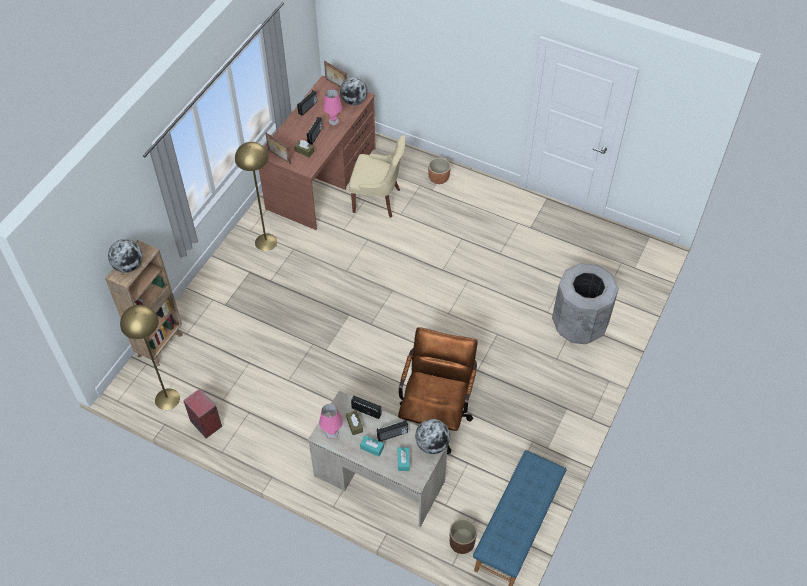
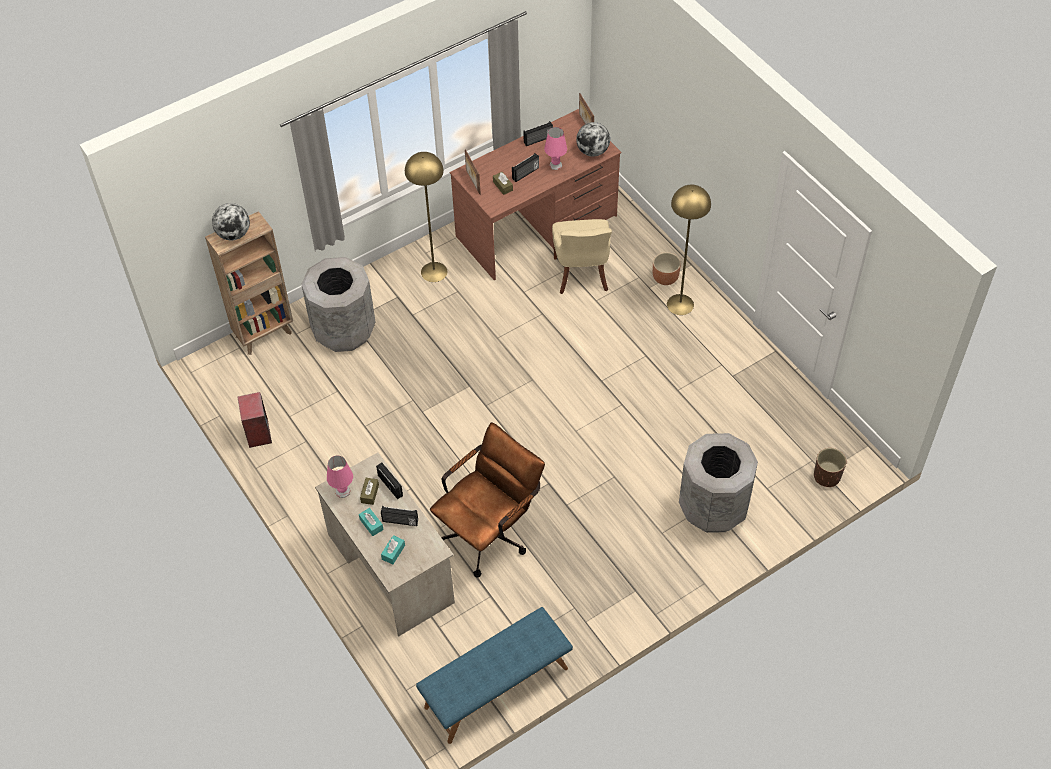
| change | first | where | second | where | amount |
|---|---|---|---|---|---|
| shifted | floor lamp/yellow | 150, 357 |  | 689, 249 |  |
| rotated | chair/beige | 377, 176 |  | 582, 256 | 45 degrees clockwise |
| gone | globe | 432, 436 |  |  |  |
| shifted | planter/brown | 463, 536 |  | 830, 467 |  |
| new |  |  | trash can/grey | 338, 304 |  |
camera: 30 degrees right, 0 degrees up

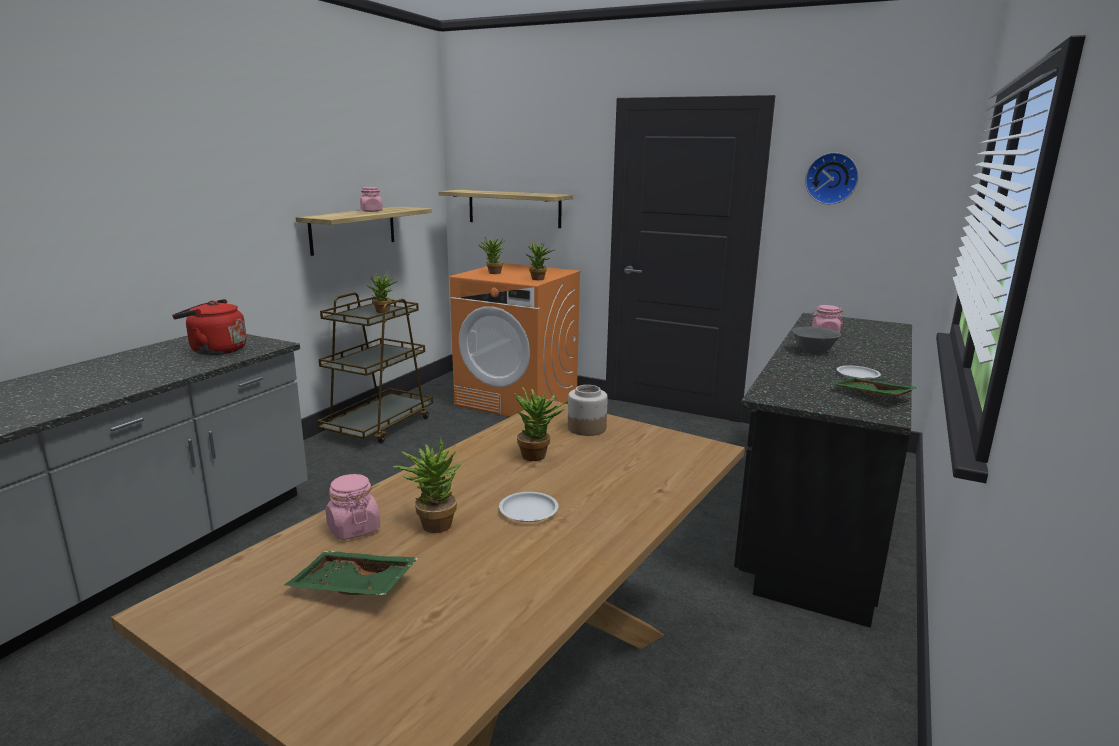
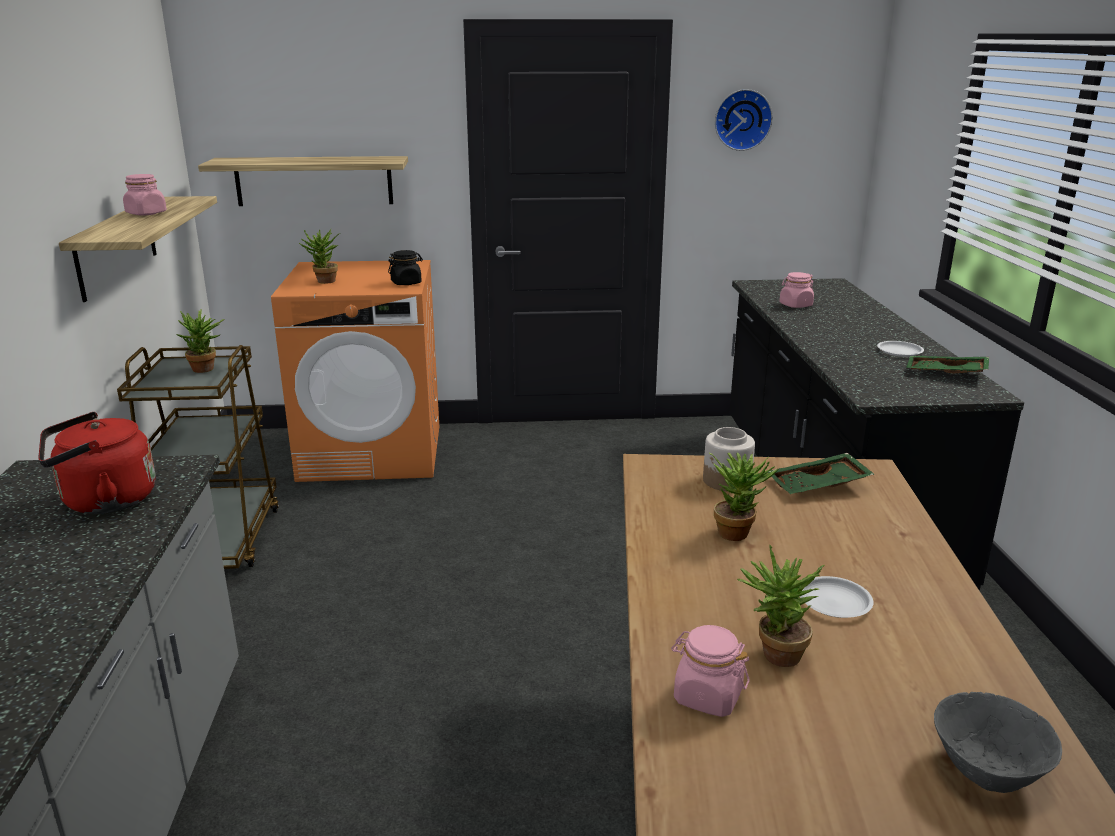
| change | first | where | second | where | amount |
|---|---|---|---|---|---|
| shifted | tray/green | 351, 573 |  | 820, 473 |  |
| swapped | potted plant | 540, 261 | jar/black | 405, 267 |  |
| shifted | bowl/grey | 816, 340 |  | 998, 742 |  |
camera: 30 degrees left, 5 degrees up

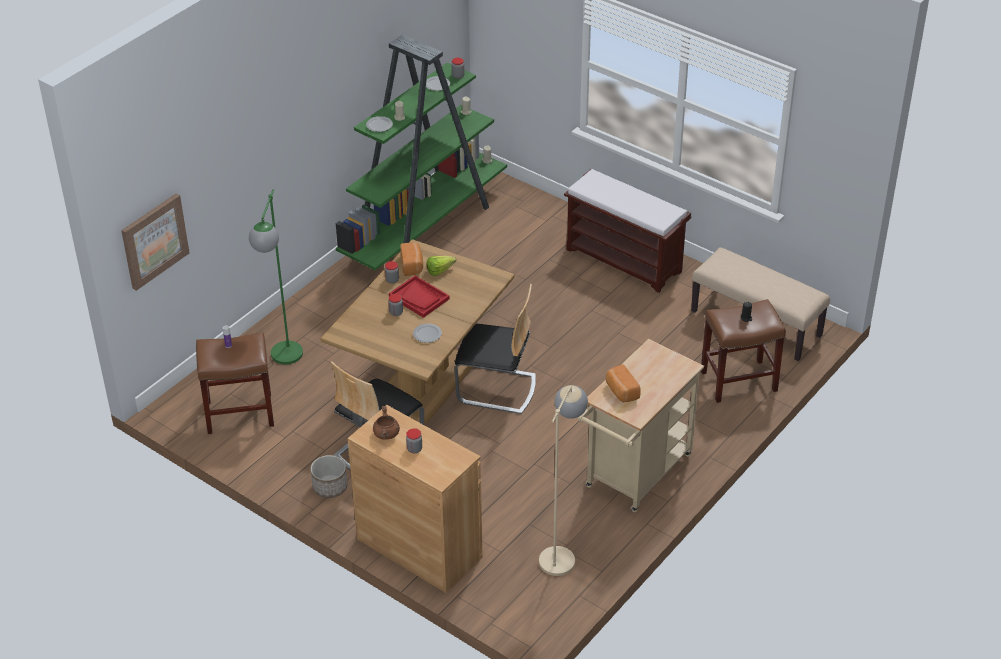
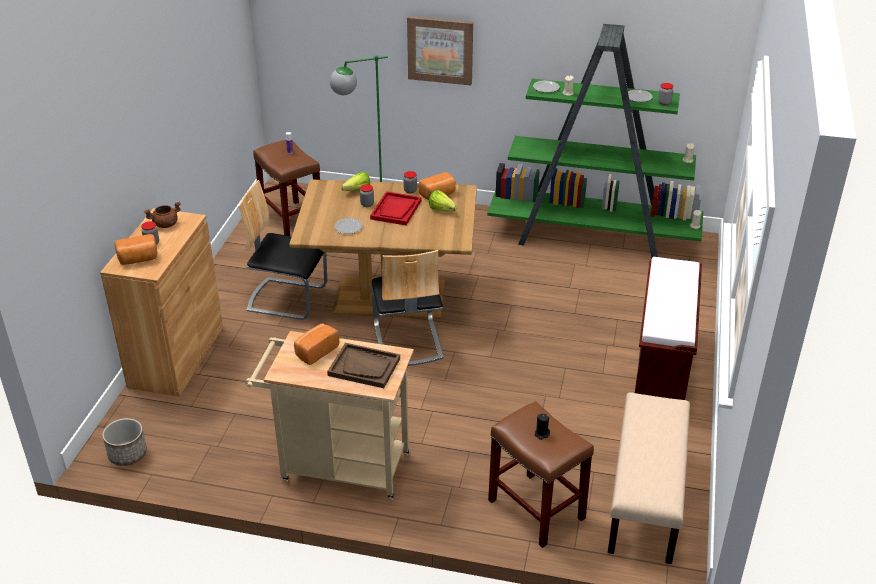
| change | first | where | second | where | amount |
|---|---|---|---|---|---|
| shifted | picture | 155, 242 |  | 440, 50 |  |
| shifted | planter | 329, 476 |  | 124, 442 |  |
| gone | floor lamp/beige | 563, 480 |  |  |  |
| new |  |  | bread | 136, 249 |  |
| new |  |  | tray/brown | 363, 365 |  |
| new |  |  | lettuce | 355, 181 |  |
camera: 65 degrees right, 5 degrees down

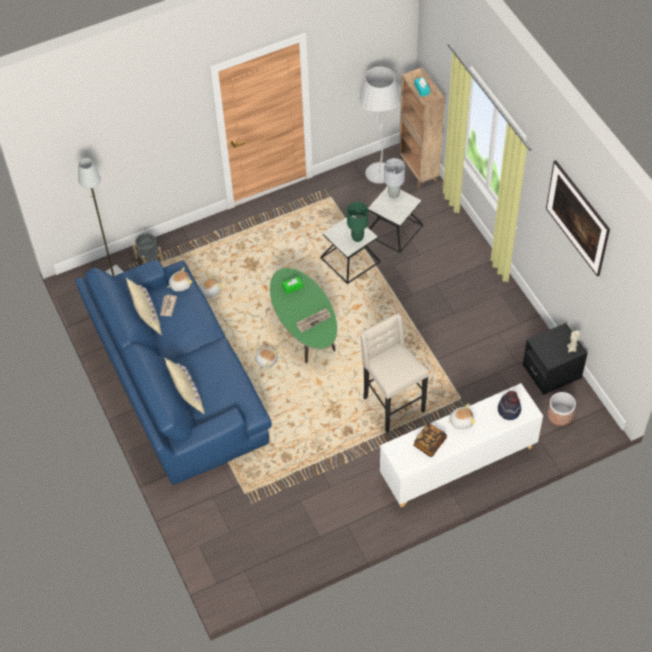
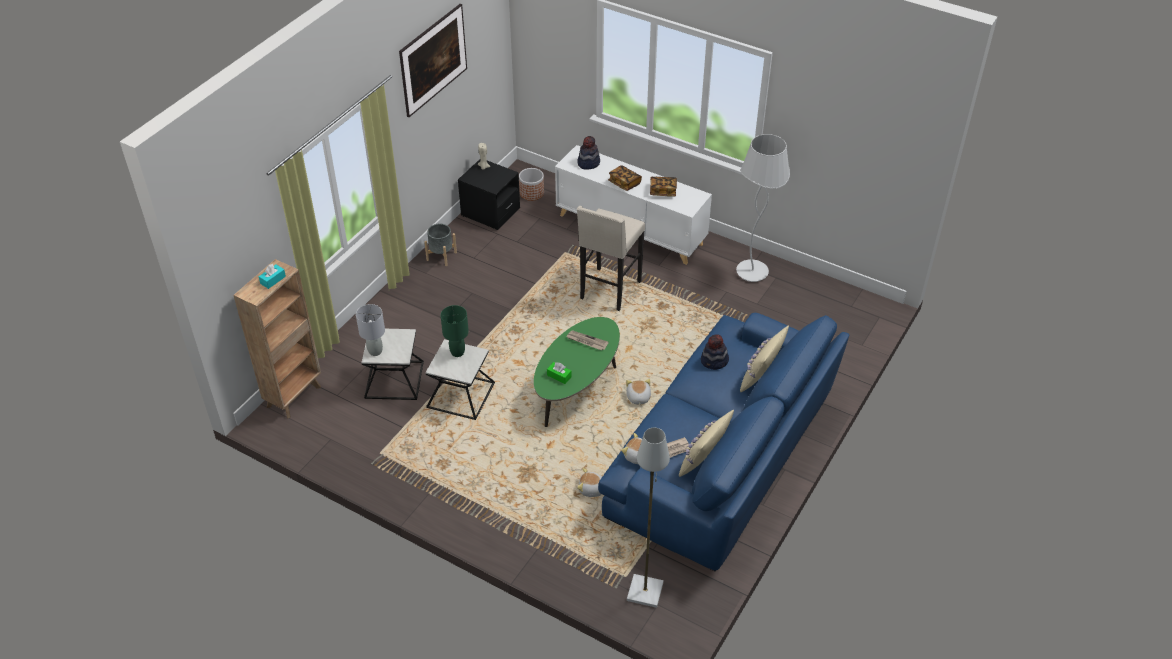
| change | first | where | second | where | amount |
|---|---|---|---|---|---|
| shifted | planter/grey | 147, 248 |  | 440, 245 |  |
| shifted | floor lamp/white | 380, 125 |  | 763, 208 |  |
| swapped | plush toy | 461, 416 | book | 625, 178 |  |
| new |  |  | hat | 715, 352 |  |
camera: 125 degrees left, 10 degrees down

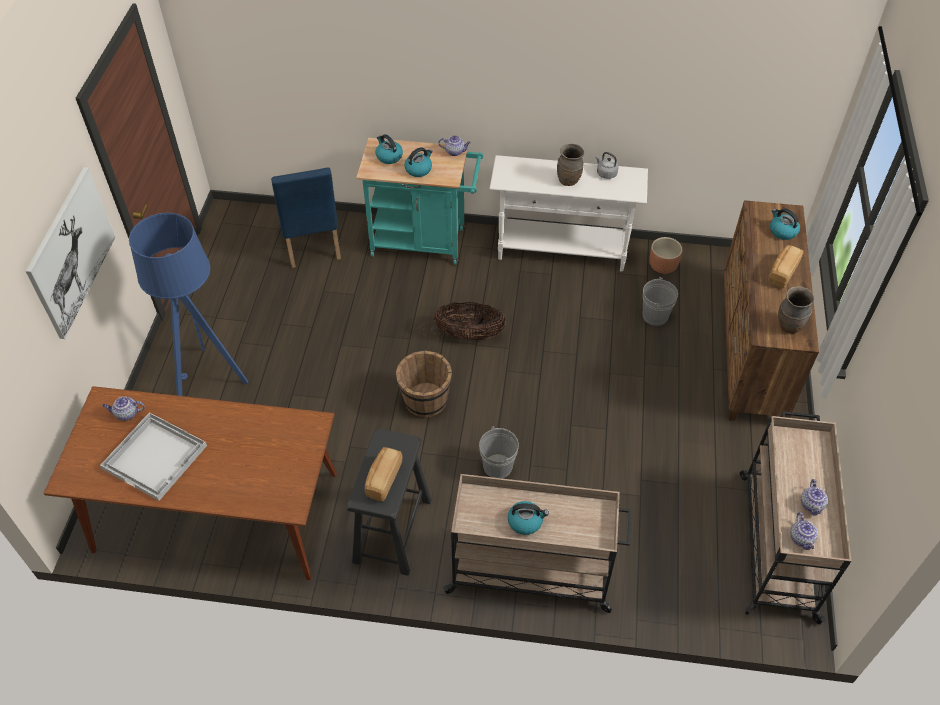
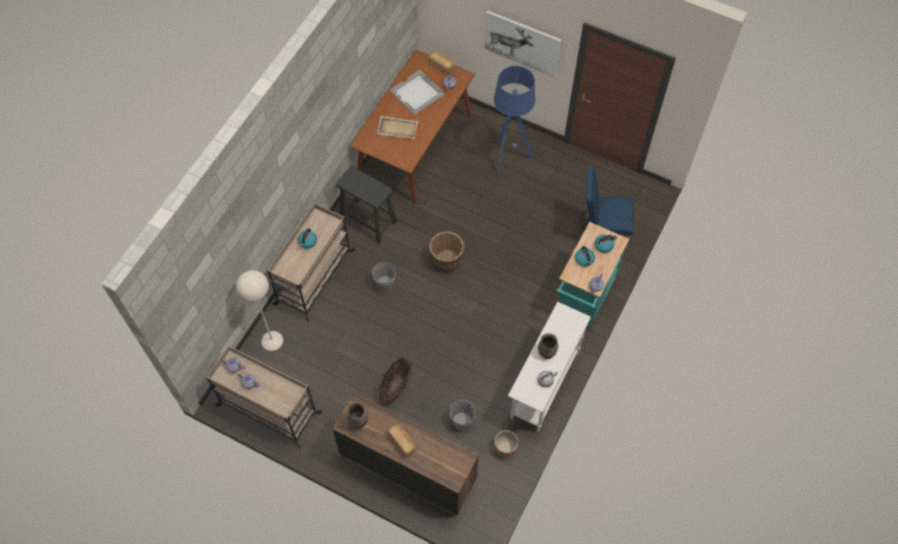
| change | first | where | second | where | amount |
|---|---|---|---|---|---|
| shifted | bread | 384, 474 |  | 442, 63 |  |
| shifted | basket | 470, 321 |  | 395, 380 |  |
| gone | kettle | 785, 224 |  |  |  |
| new |  |  | floor lamp/beige | 259, 310 |  |
| new |  |  | tray/beige | 397, 127 |  |
camera: 110 degrees right, 10 degrees up

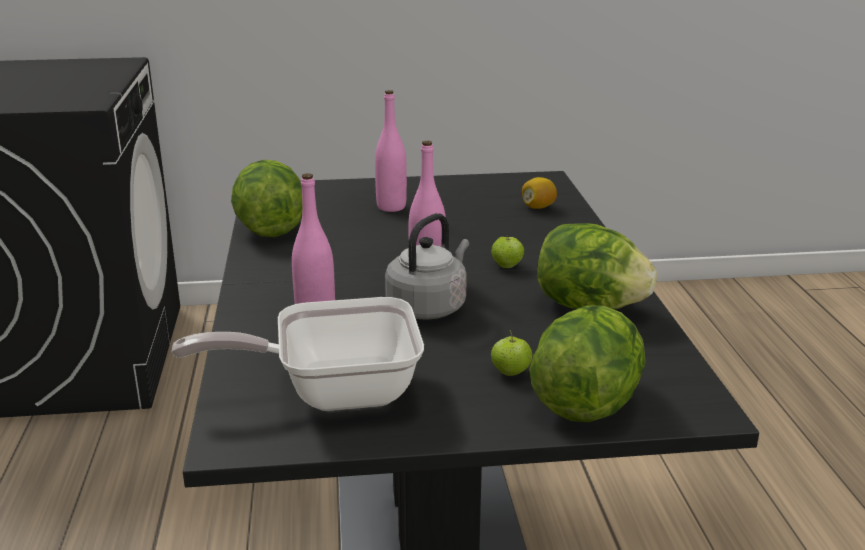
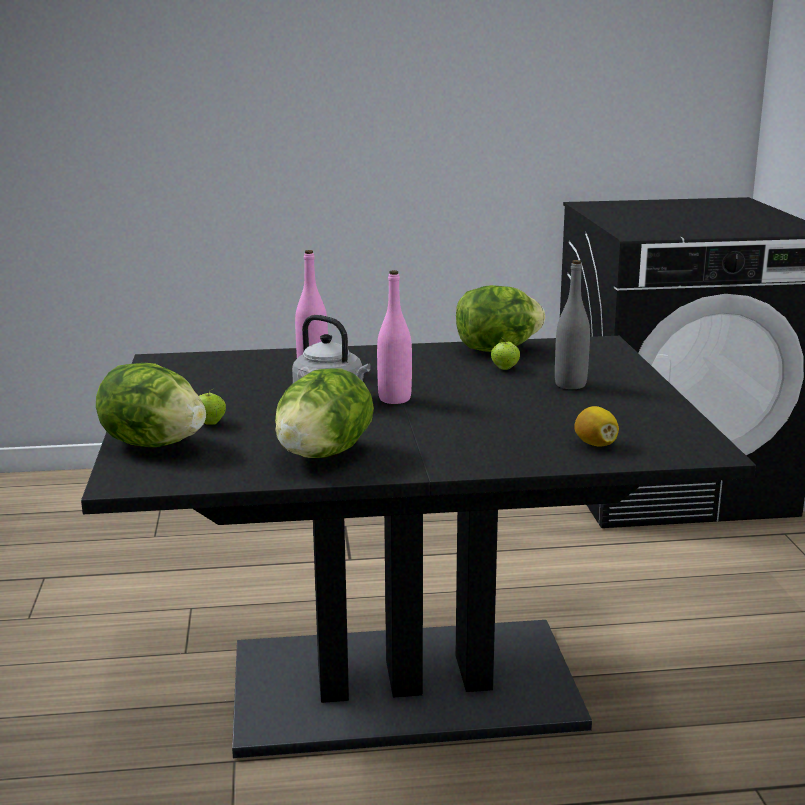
| change | first | where | second | where | amount |
|---|---|---|---|---|---|
| gone | frying pan | 298, 354 |  |  |  |
| repainted | bottle/pink | 391, 151 | bottle/grey | 572, 324 |  |
| shifted | apple | 507, 251 |  | 505, 354 |  |
camera: 90 degrees right, 5 degrees down

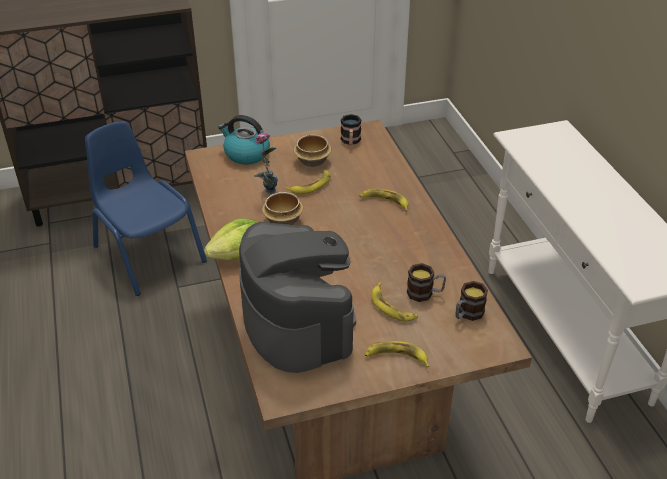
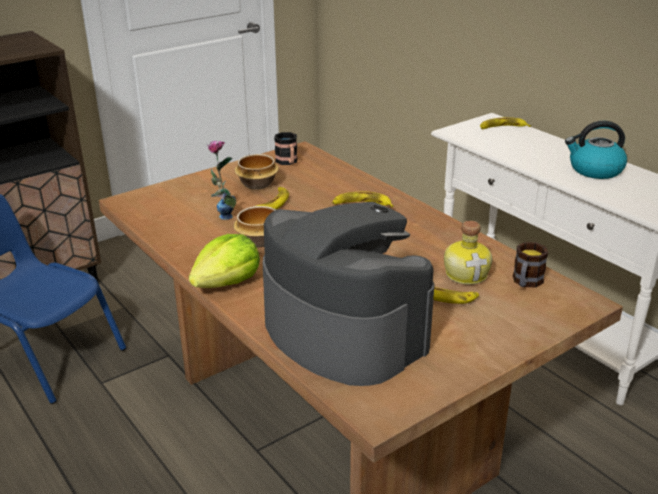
| change | first | where | second | where | amount |
|---|---|---|---|---|---|
| shifted | kettle | 244, 139 |  | 596, 150 |  |
| shifted | banana | 397, 354 |  | 505, 123 |  |
| swapped | mug | 426, 282 | bottle | 468, 253 |  |
camera: 20 degrees left, 10 degrees down

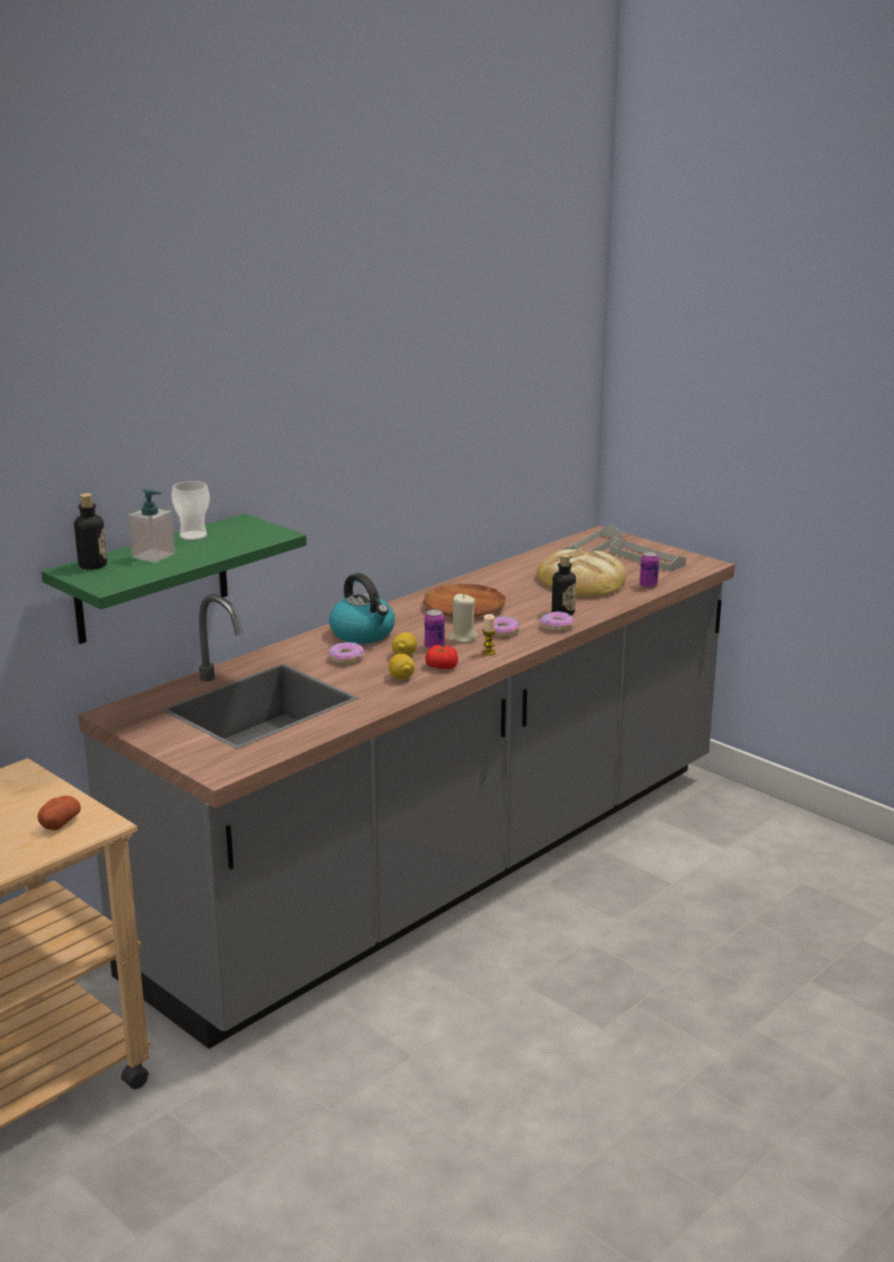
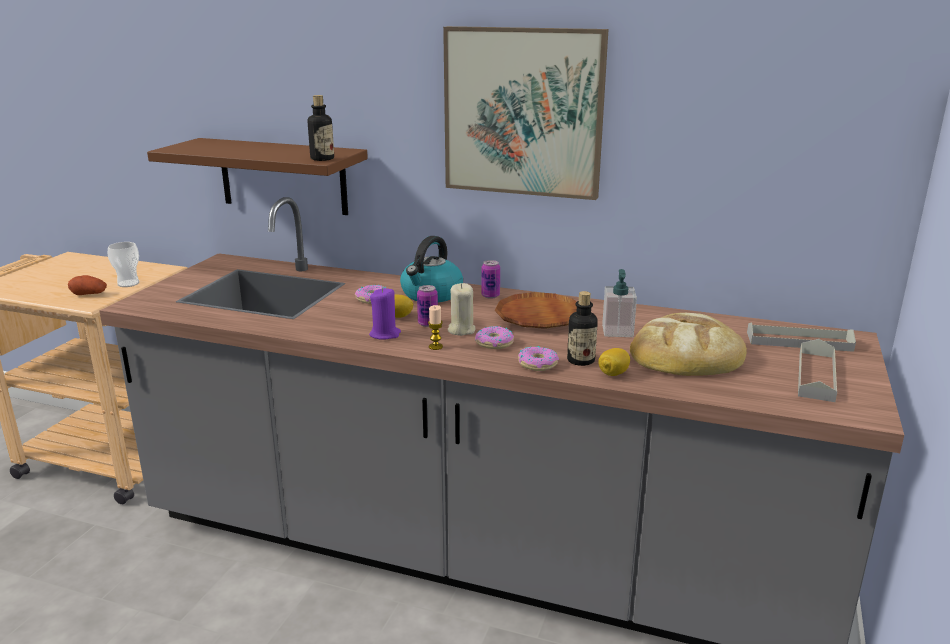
| change | first | where | second | where | amount |
|---|---|---|---|---|---|
| repainted | shelf/green | 174, 579 | shelf/brown | 257, 176 |  |
| shifted | bottle | 90, 531 |  | 321, 128 |  |
| shifted | soap dispenser | 151, 525 |  | 619, 303 |  |
| shifted | cup | 190, 510 |  | 123, 264 |  |
| shifted | lemon | 401, 666 |  | 614, 362 |  |
| swapped | tomato | 441, 657 | candle/purple | 385, 313 |  |
| shifted | can | 649, 569 |  | 490, 279 |  |
| new |  |  | picture | 526, 113 |  |
camera: 65 degrees right, 0 degrees up

